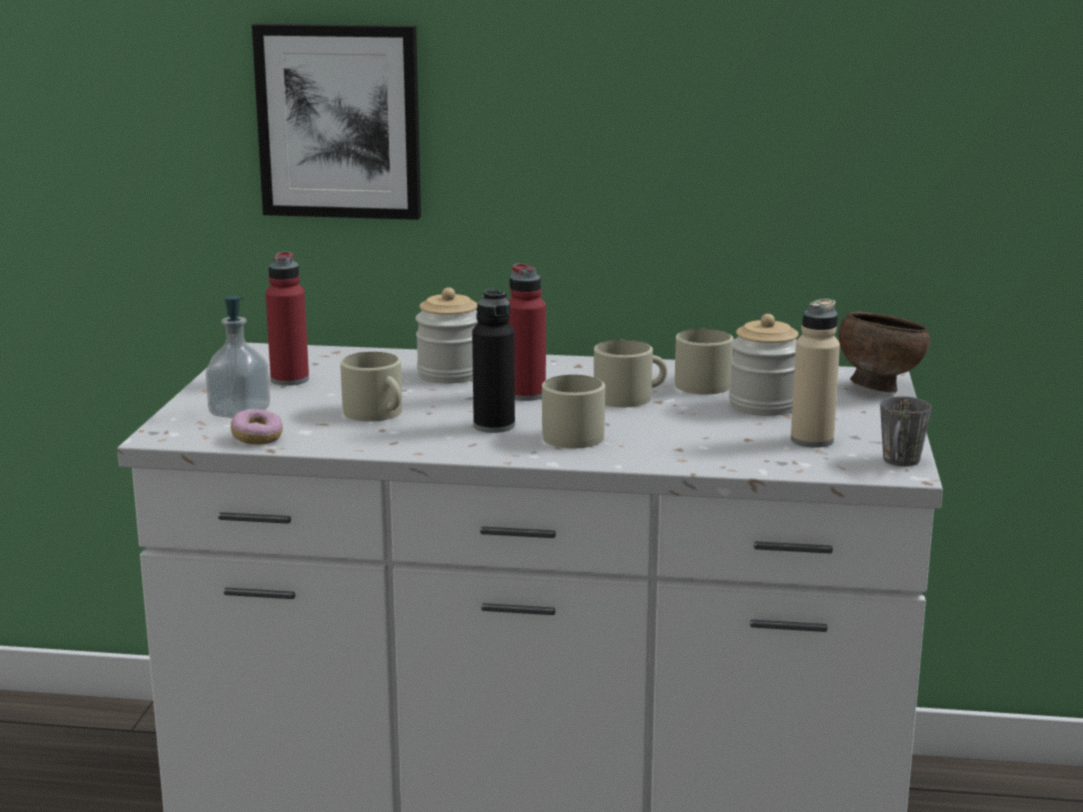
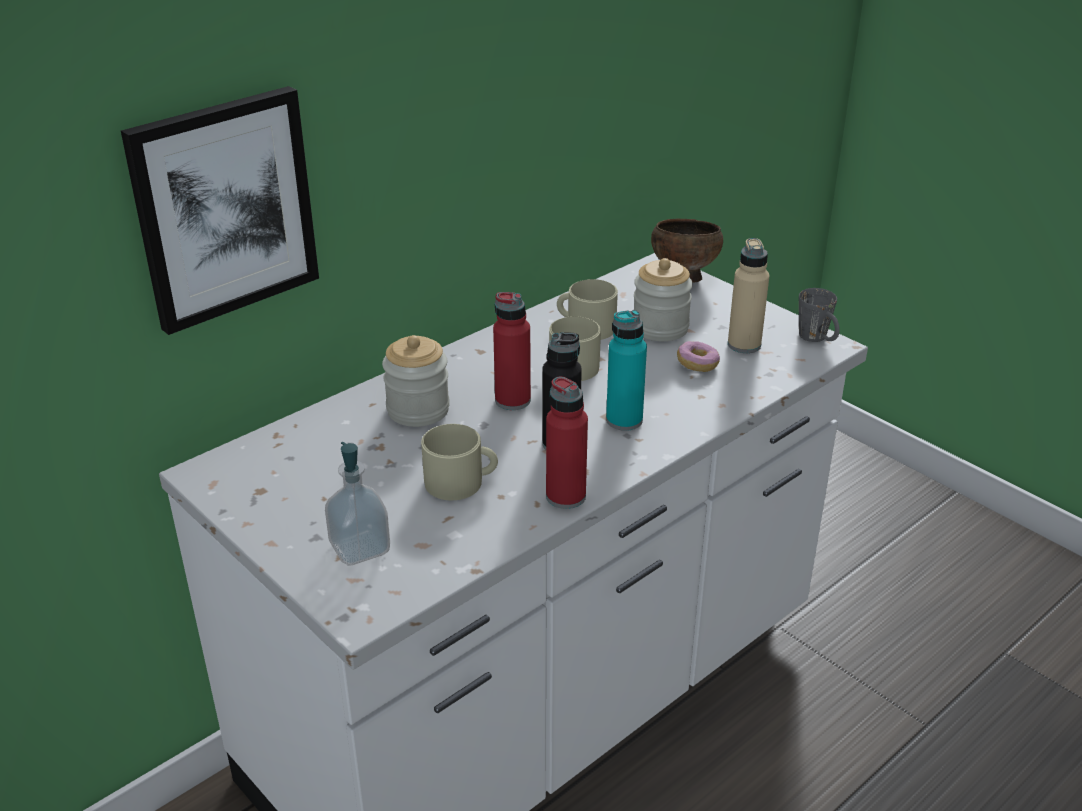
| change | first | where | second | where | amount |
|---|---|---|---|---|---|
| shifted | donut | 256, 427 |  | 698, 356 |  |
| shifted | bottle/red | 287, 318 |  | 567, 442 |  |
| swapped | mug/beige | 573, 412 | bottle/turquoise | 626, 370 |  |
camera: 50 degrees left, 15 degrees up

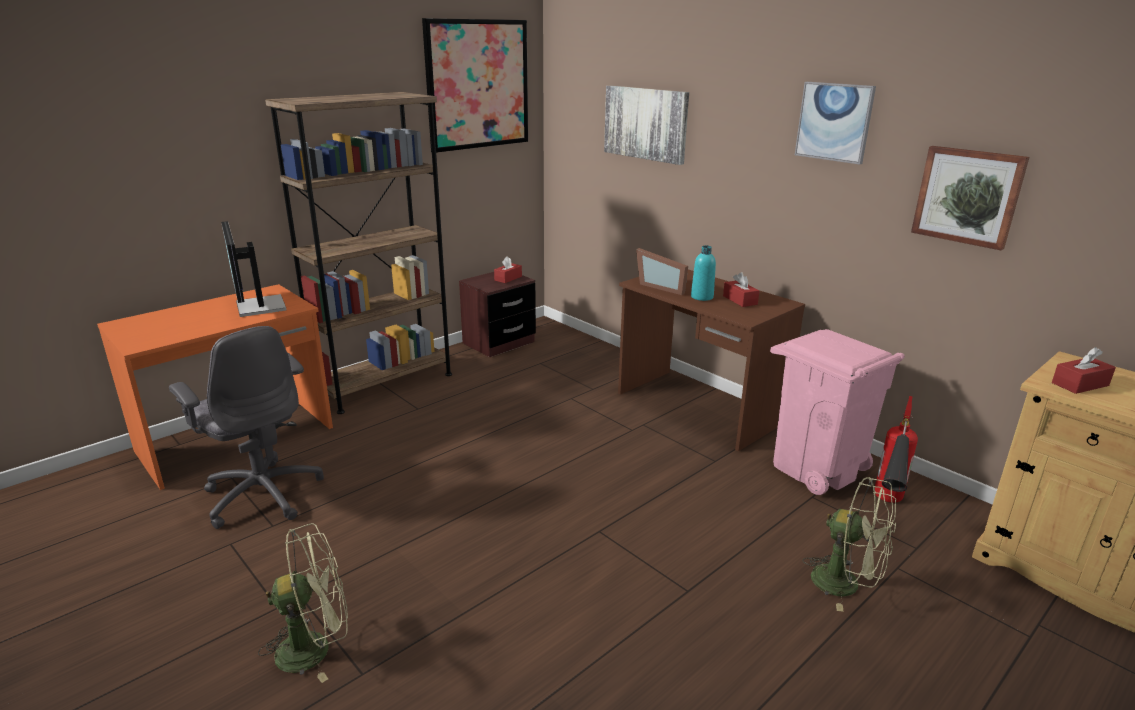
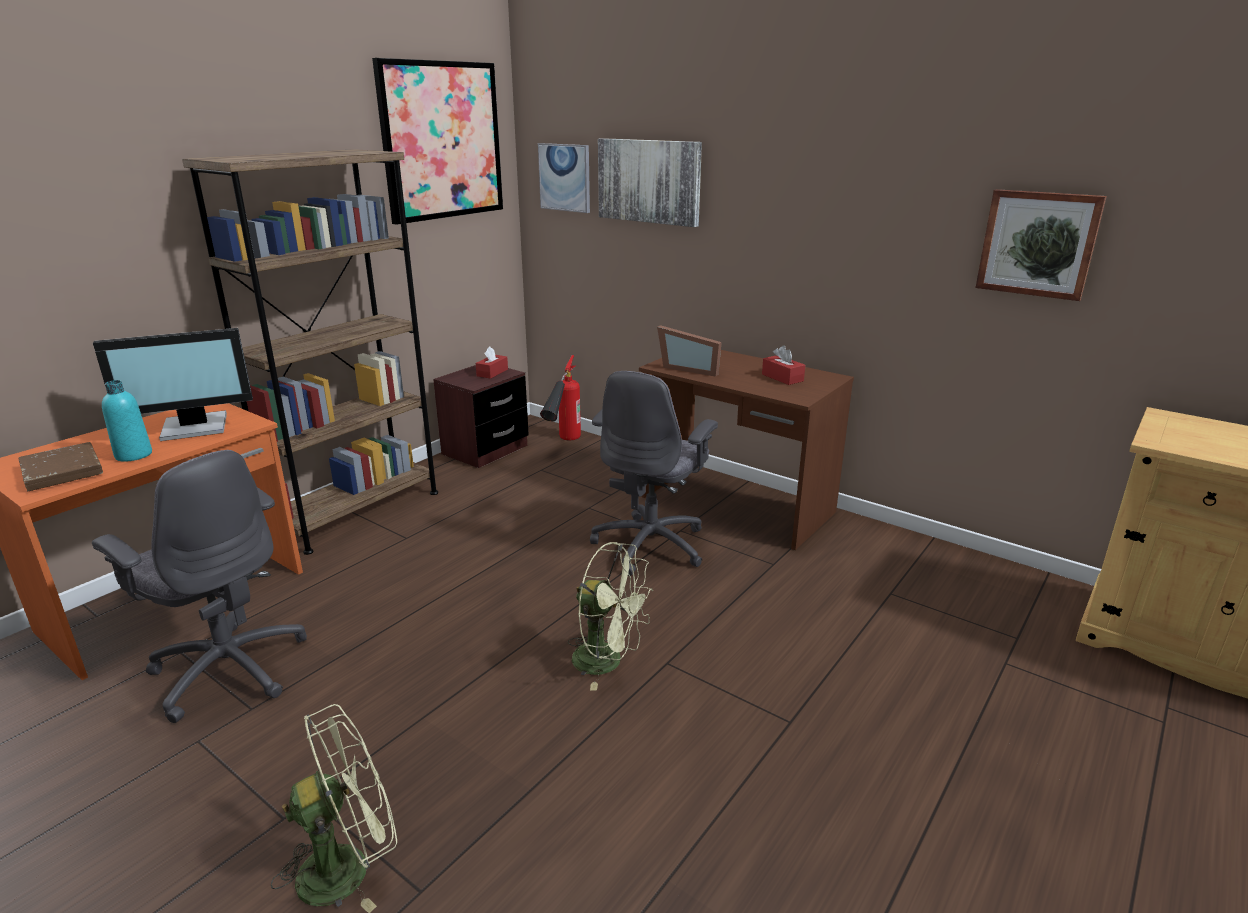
| change | first | where | second | where | amount |
|---|---|---|---|---|---|
| rotated | monitor | 253, 269 |  | 173, 384 | 75 degrees counterclockwise |
| shifted | bottle/turquoise | 703, 273 |  | 127, 421 |  |
| gone | trash can/pink | 837, 412 |  |  |  |
| shifted | picture | 835, 123 |  | 564, 178 |  |
| shifted | fan/green | 849, 544 |  | 610, 616 |  |
| shifted | fire extinguisher | 896, 449 |  | 560, 397 |  |
| gone | tissue box/red | 1084, 370 |  |  |  |
| new |  |  | book/brown | 61, 466 |  |
| new |  |  | office chair/grey | 654, 473 |  |
camera: 10 degrees left, 0 degrees up

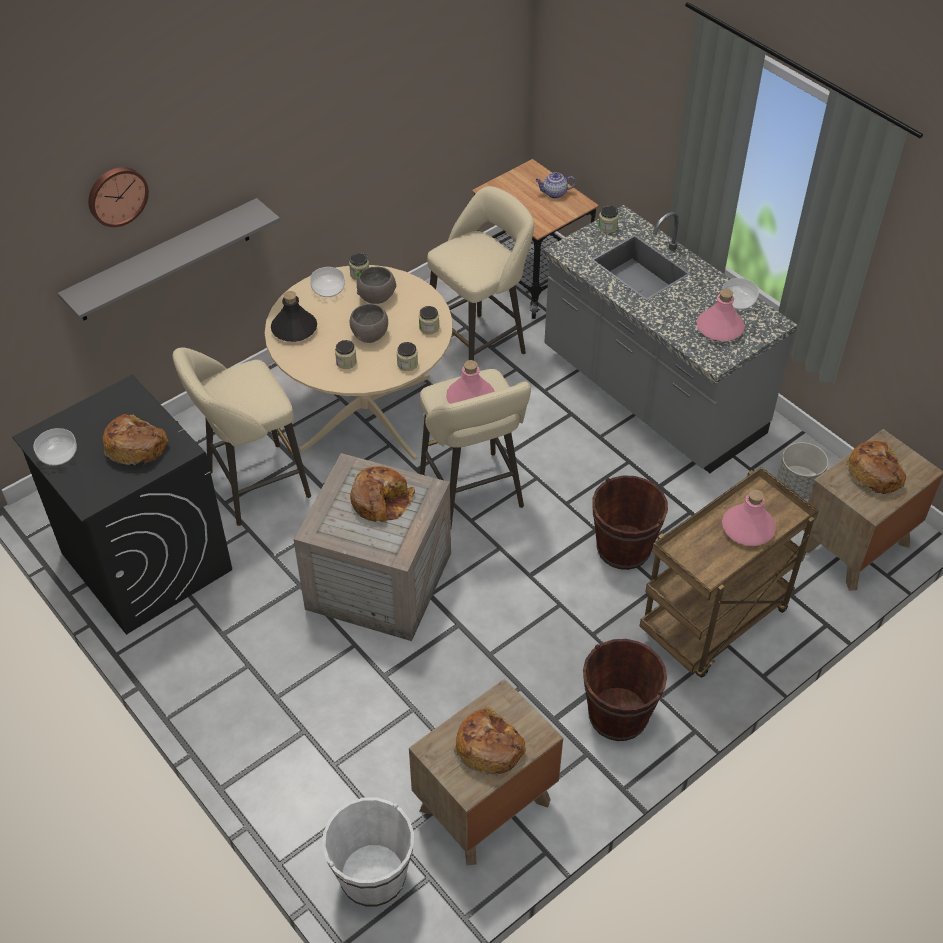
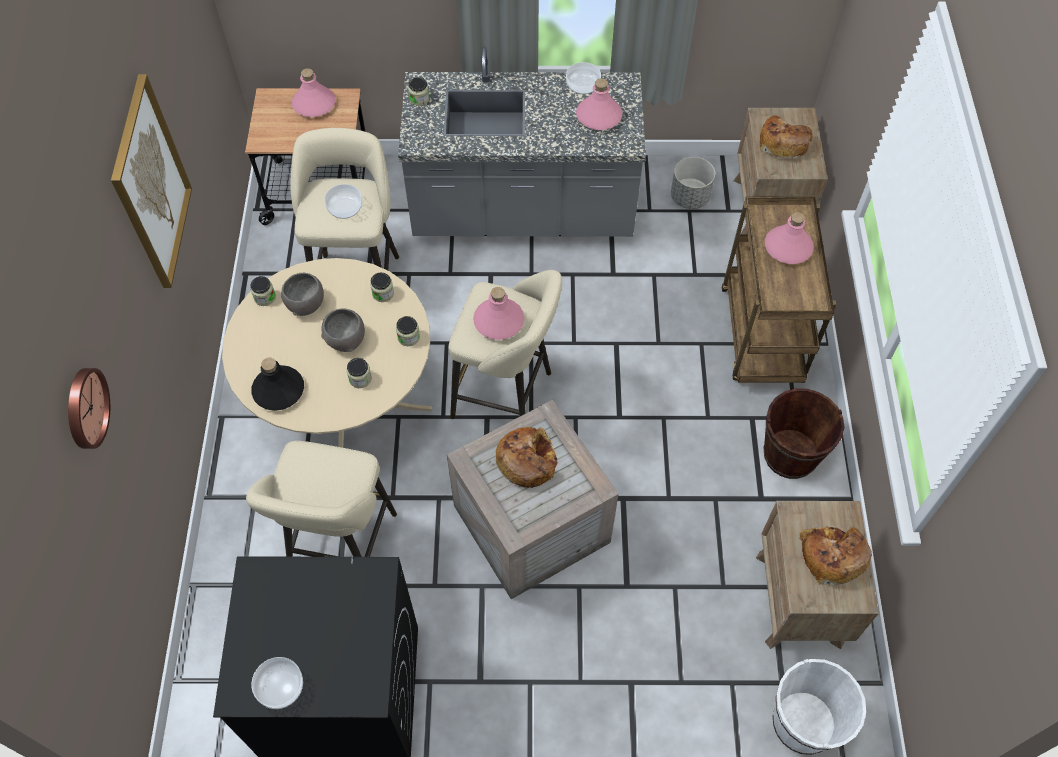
| change | first | where | second | where | amount |
|---|---|---|---|---|---|
| gone | shelf/grey | 169, 259 |  |  |  |
| gone | bread | 135, 439 |  |  |  |
| shifted | bowl | 327, 282 |  | 343, 201 |  |
| swapped | teapot | 555, 185 | bottle/pink | 314, 92 |  |
| gone | bucket/brown | 630, 522 |  |  |  |
| new |  |  | picture | 151, 181 |  |
camera: 50 degrees left, 10 degrees up

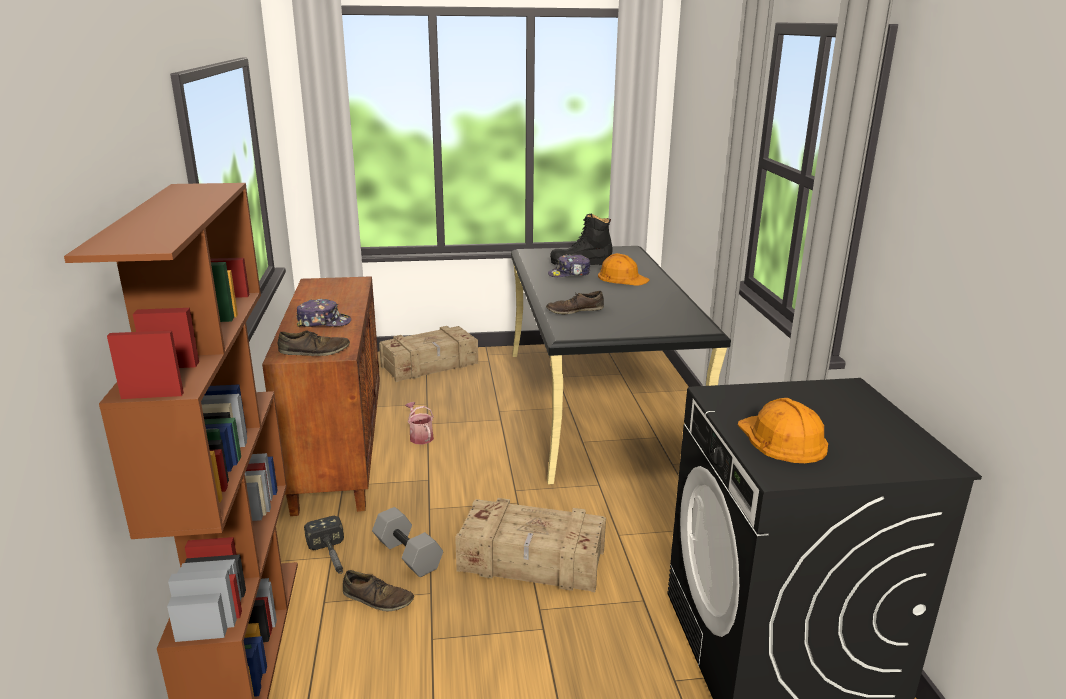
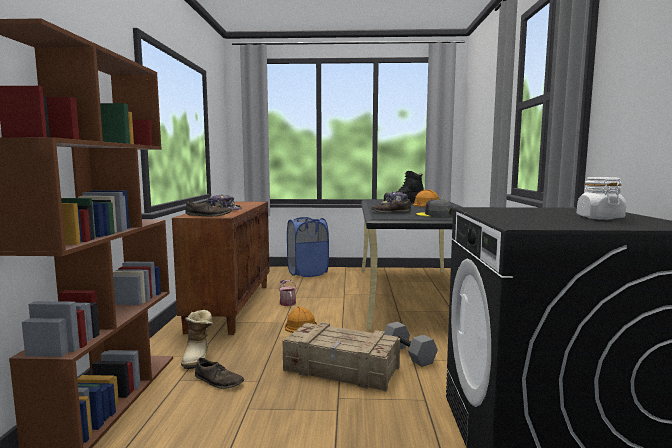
| change | first | where | second | where | amount |
|---|---|---|---|---|---|
| swapped | hammer | 324, 545 | boot | 197, 339 |  |
| shifted | dumbbell/grey | 407, 542 |  | 411, 344 |  |
| swapped | crate | 428, 354 | laundry basket/blue | 308, 247 |  |
| shifted | hard hat/orange | 783, 430 |  | 301, 319 |  |
| new |  |  | cap/grey | 434, 208 |  |
| new |  |  | jar/white | 601, 198 |  |
camera: 10 degrees right, 15 degrees down

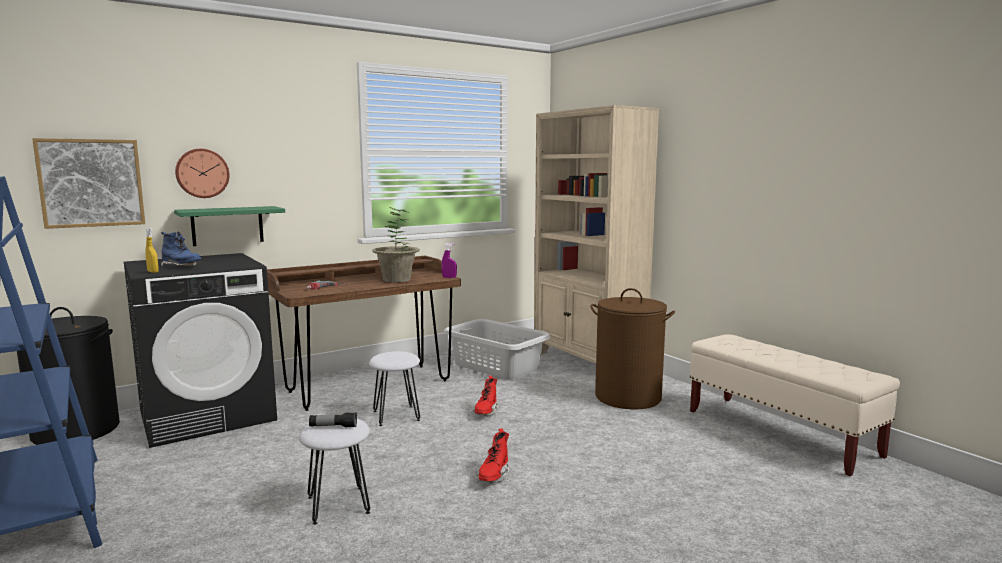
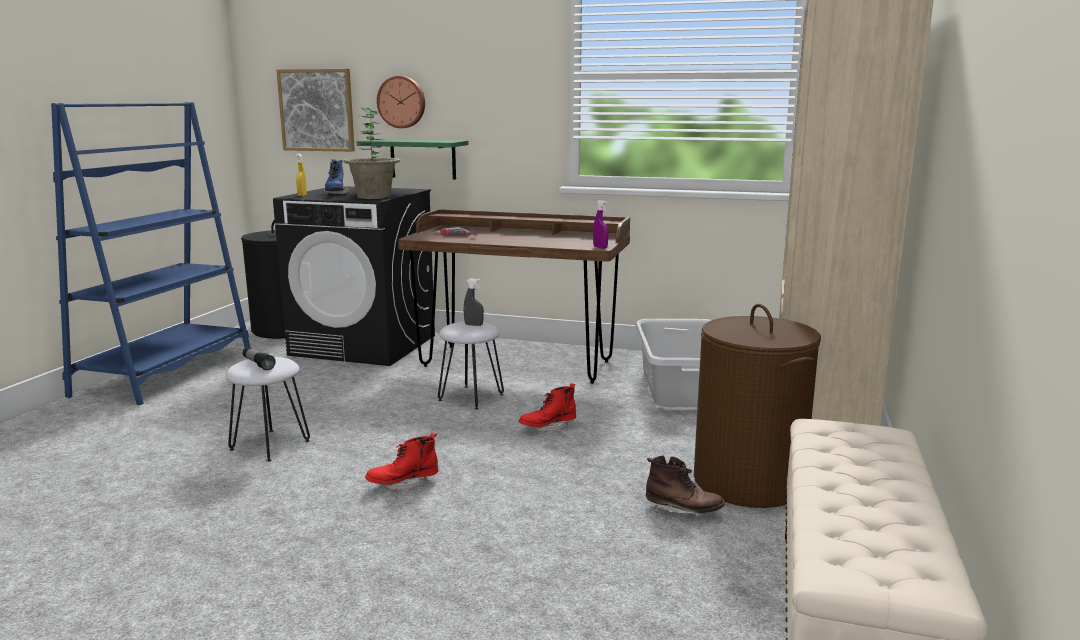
| change | first | where | second | where | amount |
|---|---|---|---|---|---|
| shifted | potted plant | 396, 245 |  | 371, 153 |  |
| new |  |  | spray bottle/grey | 474, 302 |  |
| new |  |  | boot/brown | 685, 486 |  |
camera: 50 degrees right, 5 degrees up

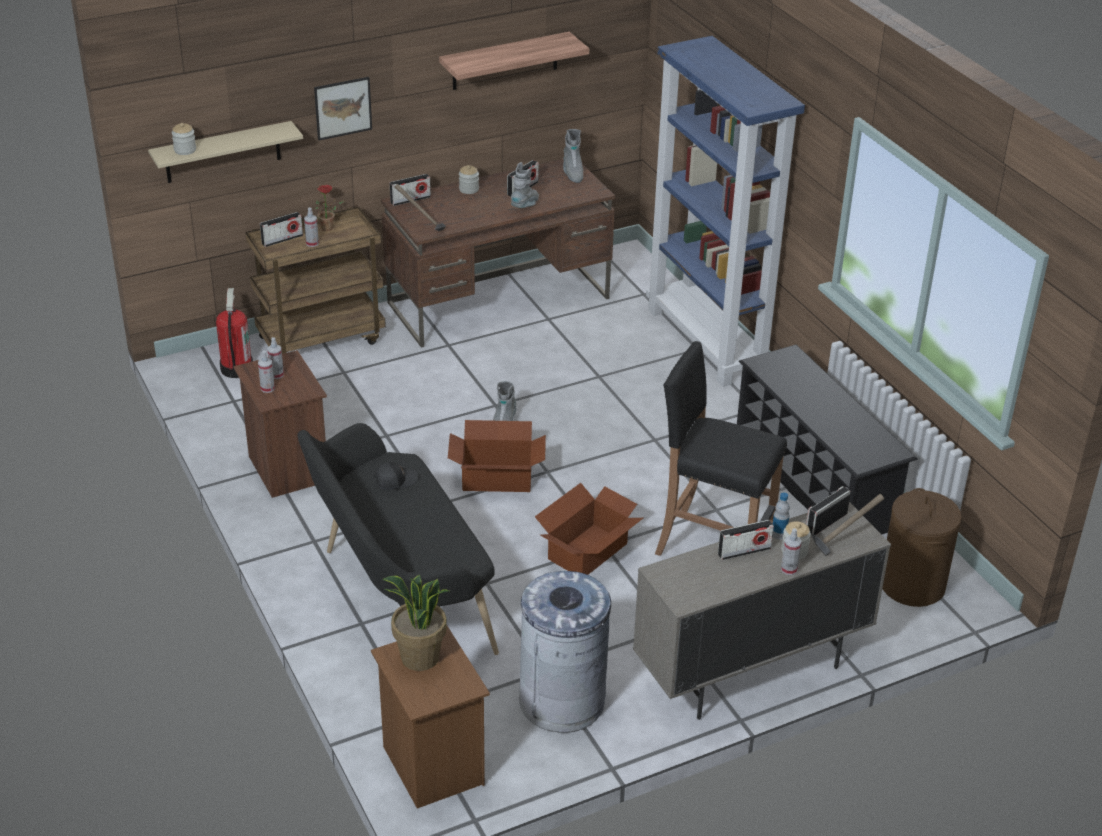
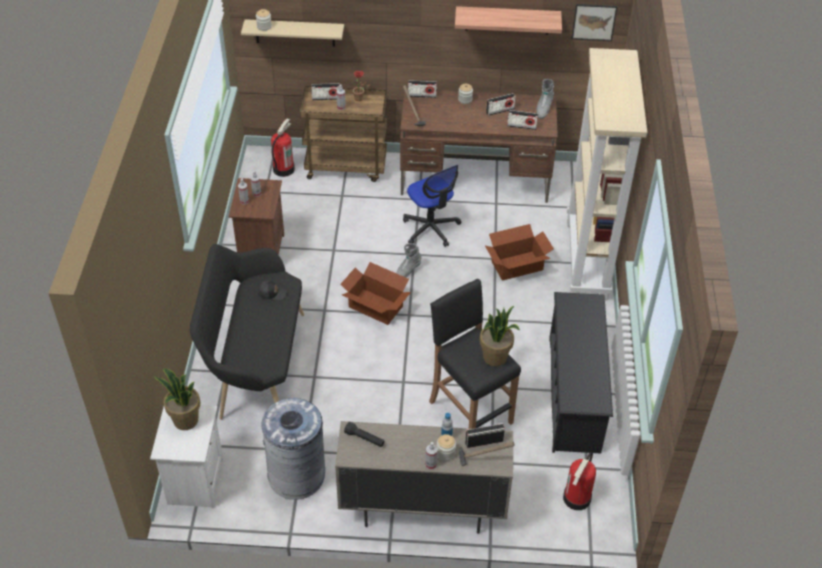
| change | first | where | second | where | amount |
|---|---|---|---|---|---|
| shifted | picture | 343, 108 |  | 595, 22 |  |
| repainted | nightstand/brown | 430, 717 | nightstand/white | 187, 457 |  |
| gone | boot/grey | 525, 185 |  |  |  |
| shifted | cardboard box | 589, 529 |  | 519, 252 |  |
| repainted | bookcase/blue | 725, 211 | bookcase/beige | 607, 174 |  |
| shifted | radio | 746, 540 |  | 522, 120 |  |
| swapped | laundry basket/brown | 922, 547 | fire extinguisher | 579, 481 |  |
| new |  |  | flashlight/black | 364, 434 |  |
| new |  |  | office chair | 432, 206 |  |
| new |  |  | potted plant | 500, 336 |  |
camera: 30 degrees right, 10 degrees up

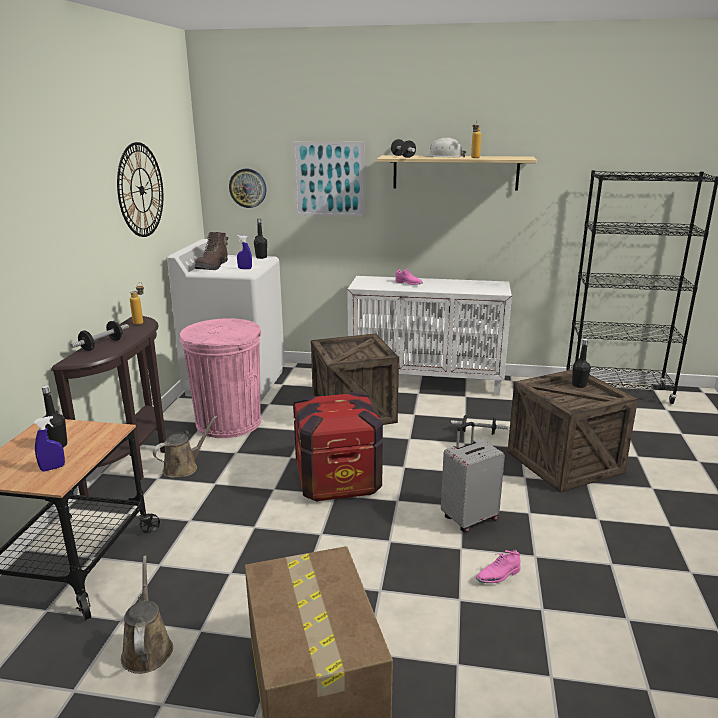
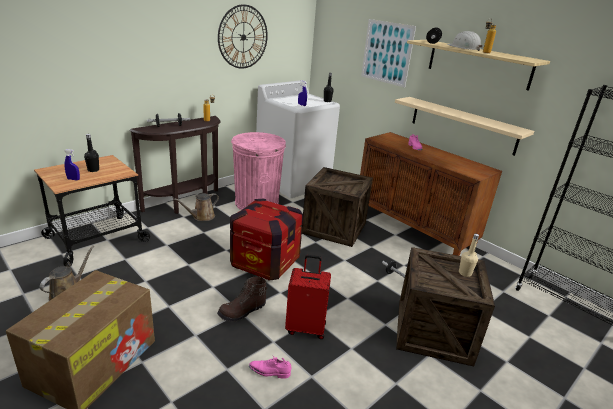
| change | first | where | second | where | amount |
|---|---|---|---|---|---|
| rotated | watering can/brown | 185, 447 |  | 196, 207 | 150 degrees clockwise |
| shifted | boot/brown | 211, 251 |  | 242, 299 |  |
| gone | wall clock | 247, 188 |  |  |  |
| repainted | cabinet/white | 429, 335 | cabinet/brown | 431, 194 |  |
| repainted | suitcase/grey | 473, 477 | suitcase/red | 308, 297 |  |
| repainted | bottle/black | 581, 363 | bottle/beige | 469, 255 |  |
| new |  |  | shelf/beige | 464, 126 |  |
camera: 35 degrees right, 5 degrees up

